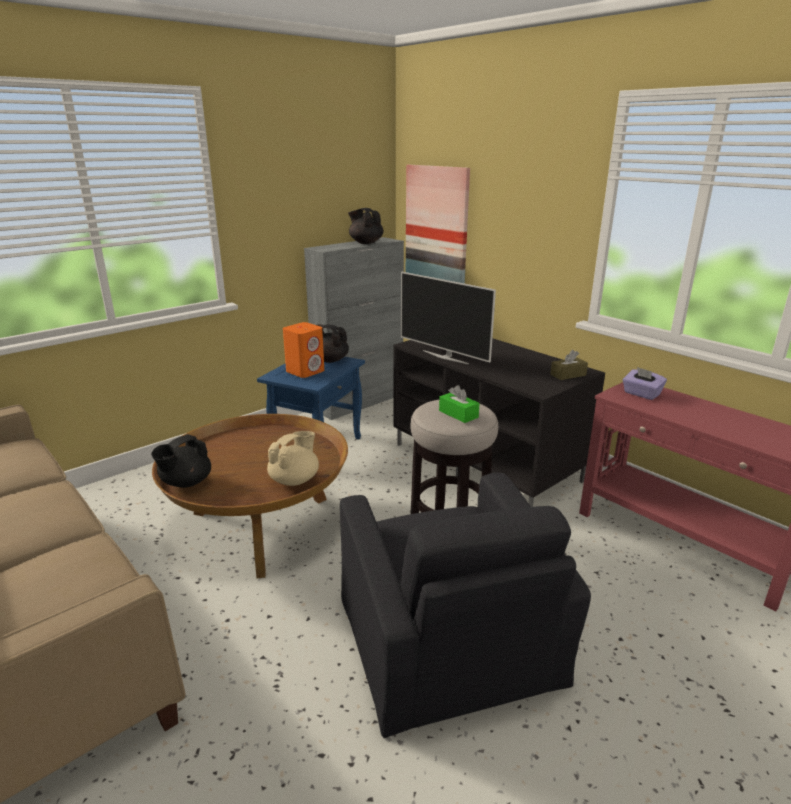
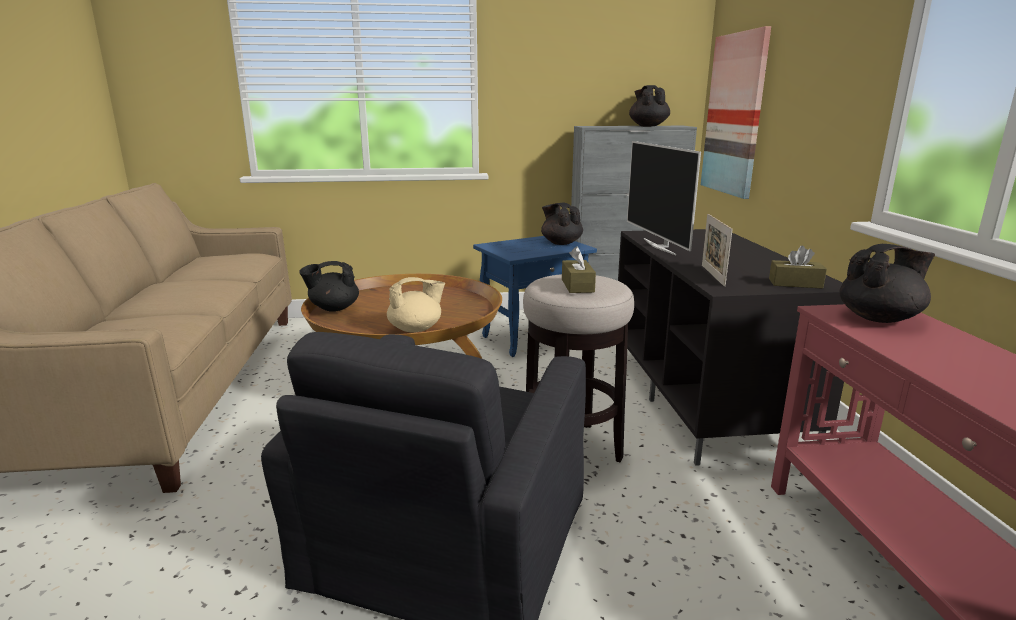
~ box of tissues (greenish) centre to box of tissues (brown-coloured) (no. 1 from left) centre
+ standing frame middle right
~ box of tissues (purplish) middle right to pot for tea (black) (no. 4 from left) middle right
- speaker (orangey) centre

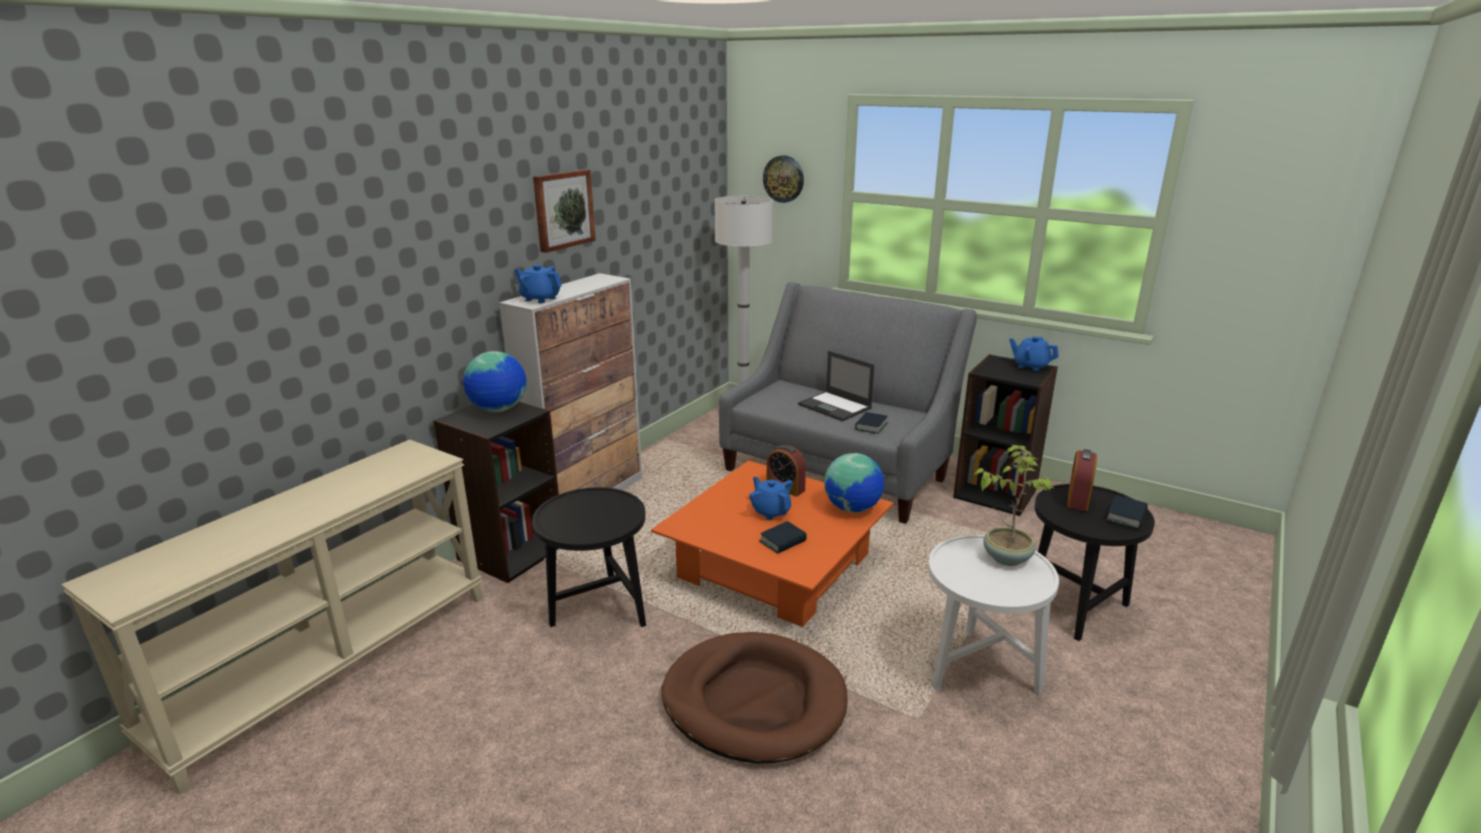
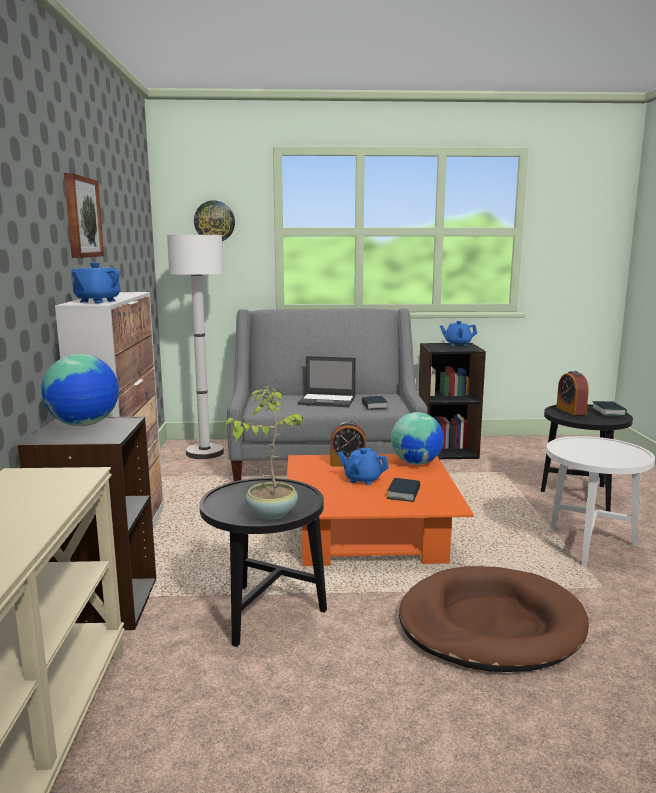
~ pot for tea (bluish) (no. 1 from left) centre = middle left 60 degrees counterclockwise
~ plant in a pot middle right to centre

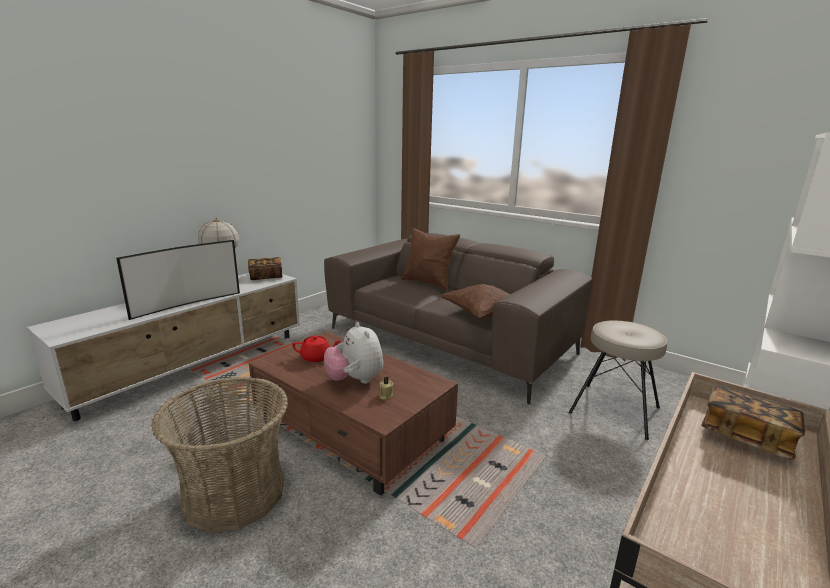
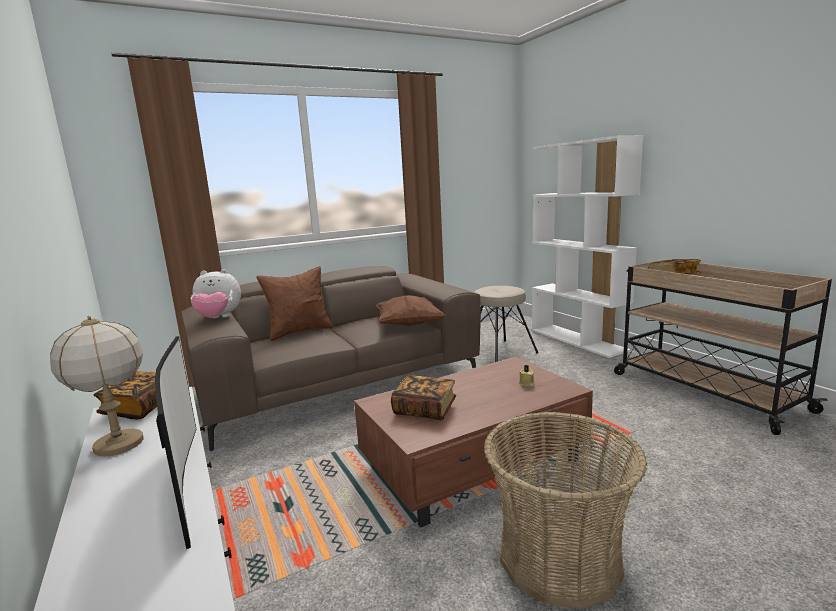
~ plush toy centre to middle left
~ pot for tea (reddish) centre to book (no. 2 from left) centre

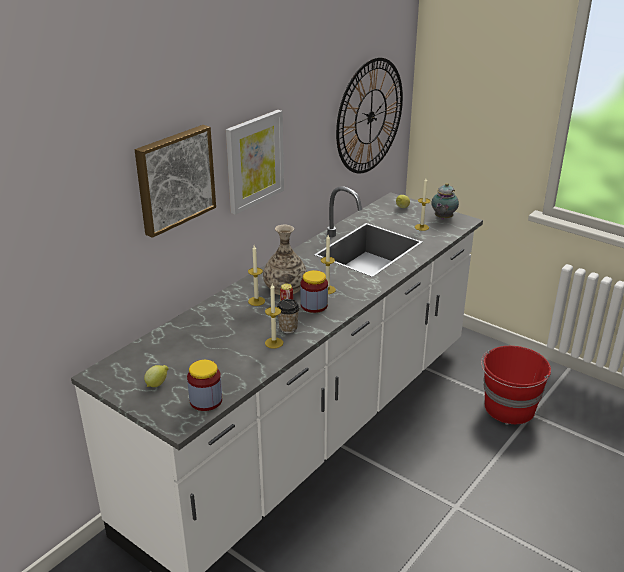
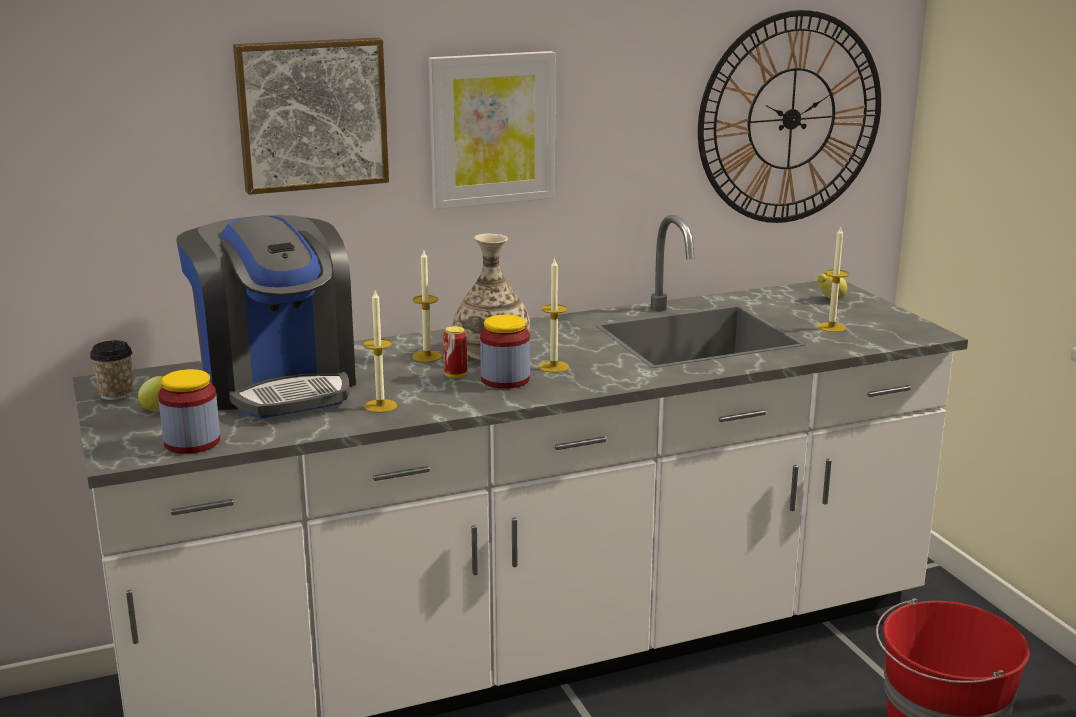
~ drinking cup centre to middle left
+ coffee brewer middle left
- pot for tea middle right

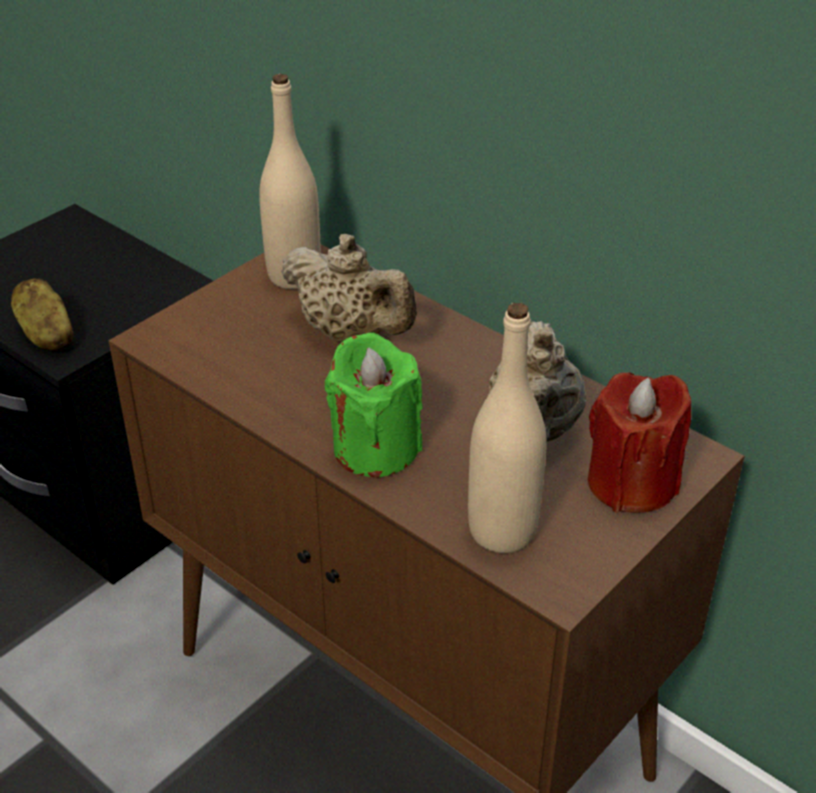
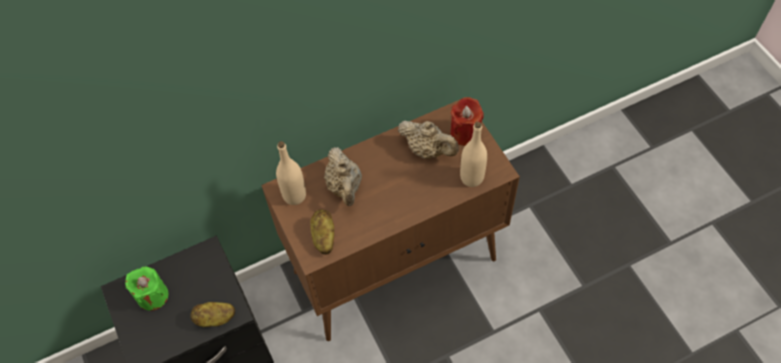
~ candle (greenish) centre to bottom left
+ whole potato (no. 2 from left) centre
~ pot for tea (beige-coloured) (no. 1 from left) centre = centre 105 degrees clockwise

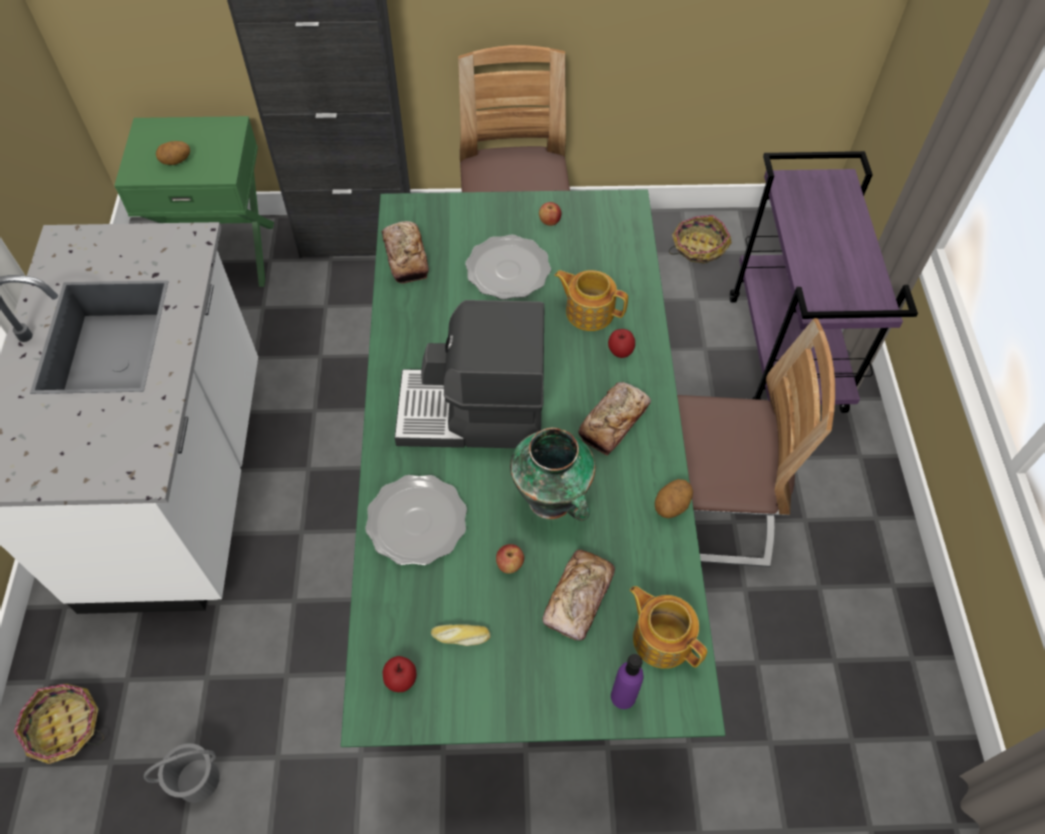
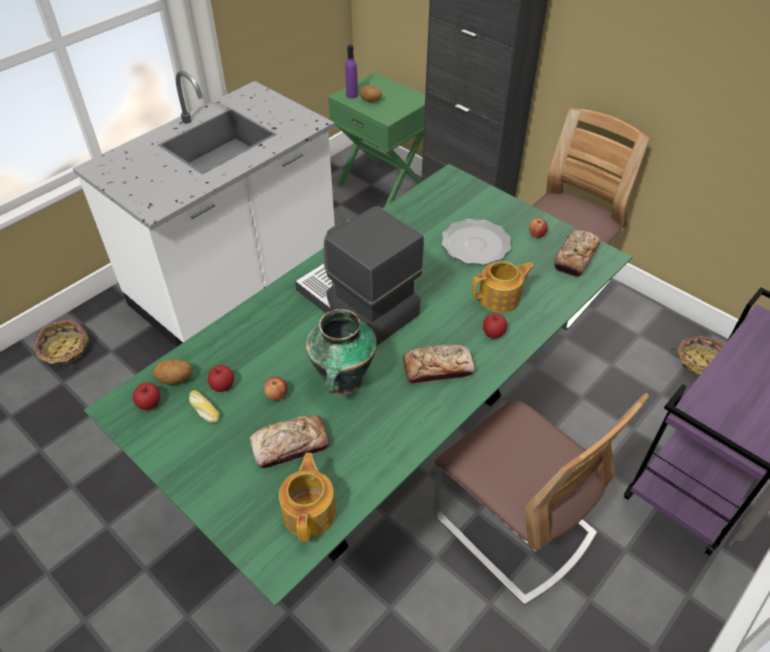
~ whole potato (no. 2 from left in the first image) centre to whole potato (no. 1 from left) middle left
+ apple (no. 2 from left) middle left
~ bottle (purplish) bottom centre to top centre
~ pot for tea (no. 1 from left in the first image) centre = centre 90 degrees clockwise
~ bakery bread (no. 1 from left in the first image) top centre to bakery bread (no. 4 from left) middle right
- water bucket (greyish) bottom left
- flat dish (no. 1 from left) centre

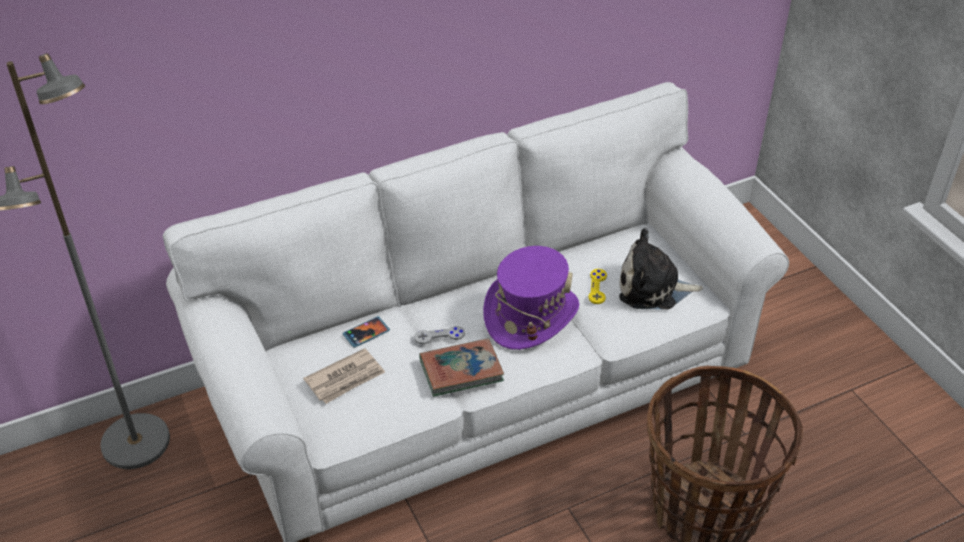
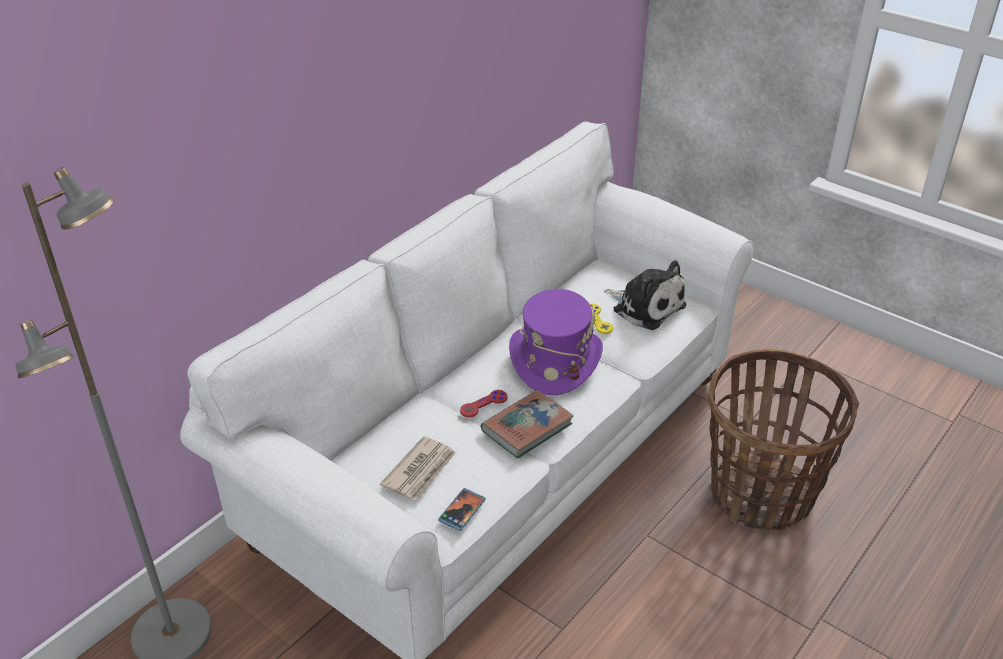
~ handset centre to bottom centre
~ gamepad (greyish) centre to gamepad (reddish) centre
~ plush toy middle right = centre 120 degrees counterclockwise

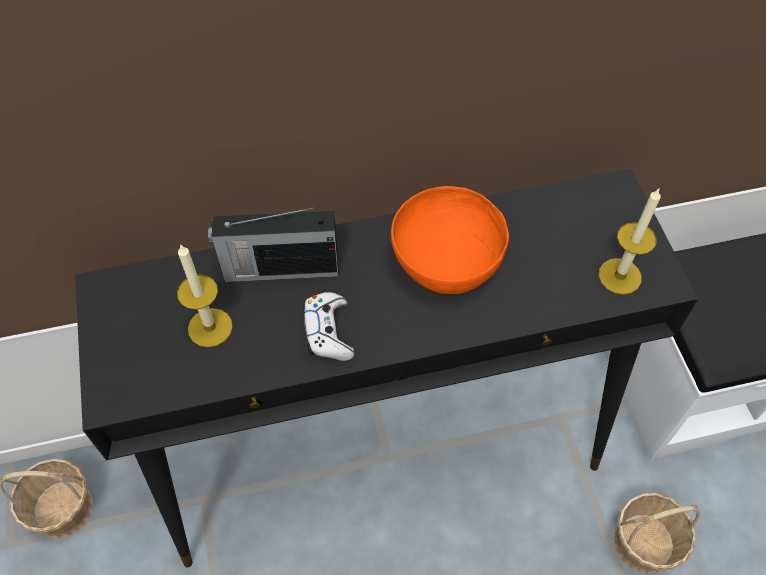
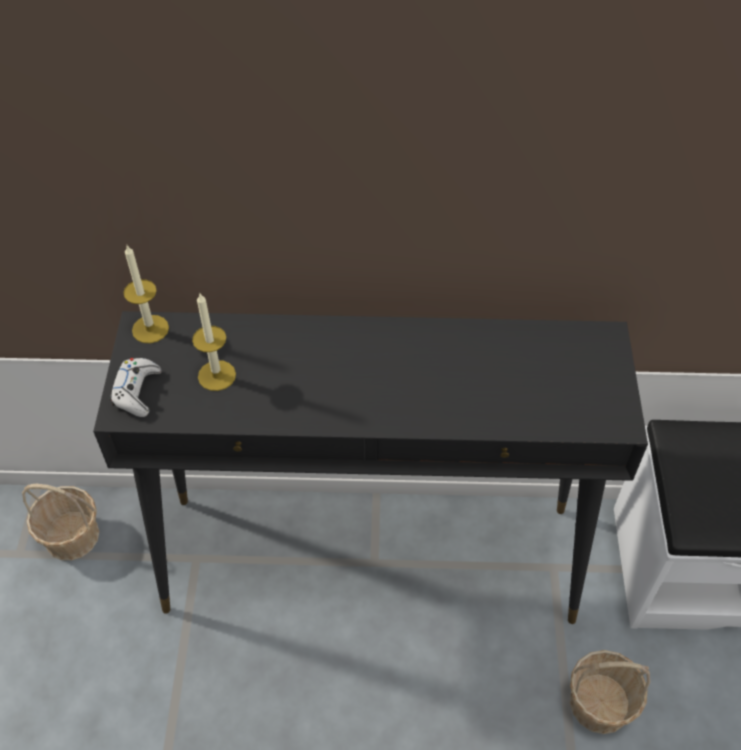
~ gamepad (white) centre to middle left
~ candle (no. 2 from left in the first image) middle right to candle (no. 1 from left) middle left
- radio receiver centre
- bowl (orangey) centre

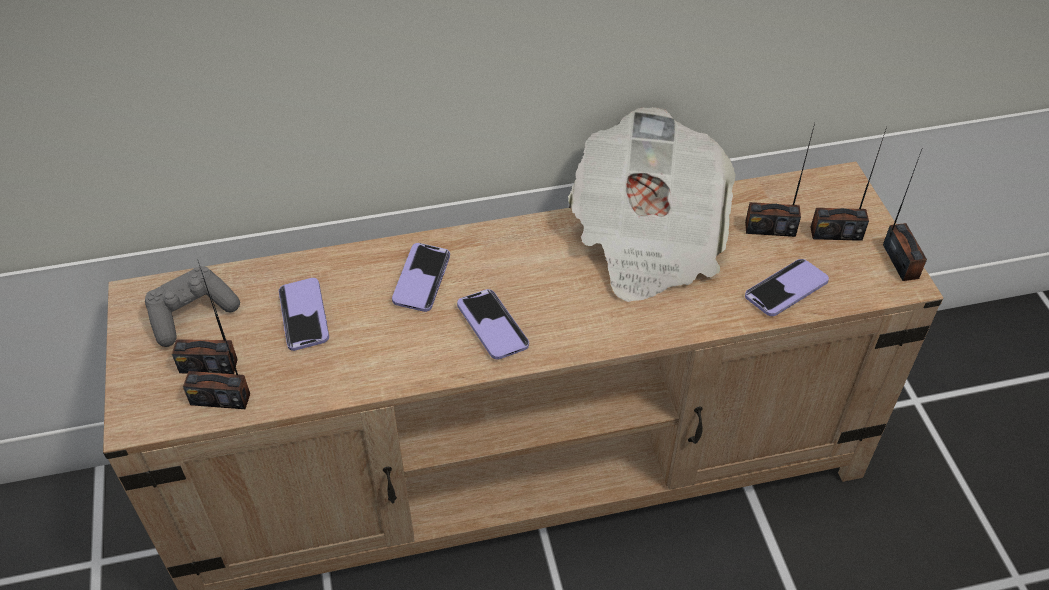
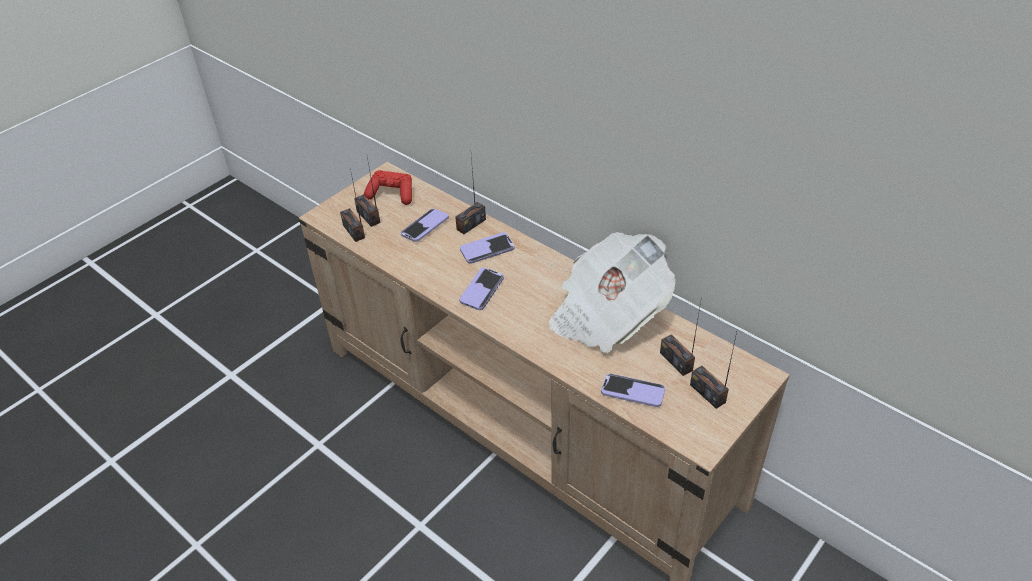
~ gamepad (greyish) middle left to gamepad (reddish) top centre
~ radio receiver (no. 5 from left in the first image) middle right to radio receiver (no. 3 from left) centre

